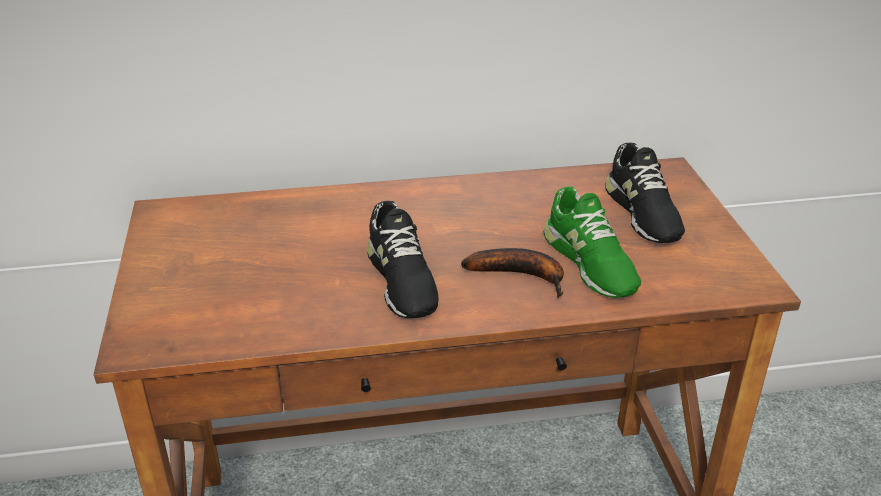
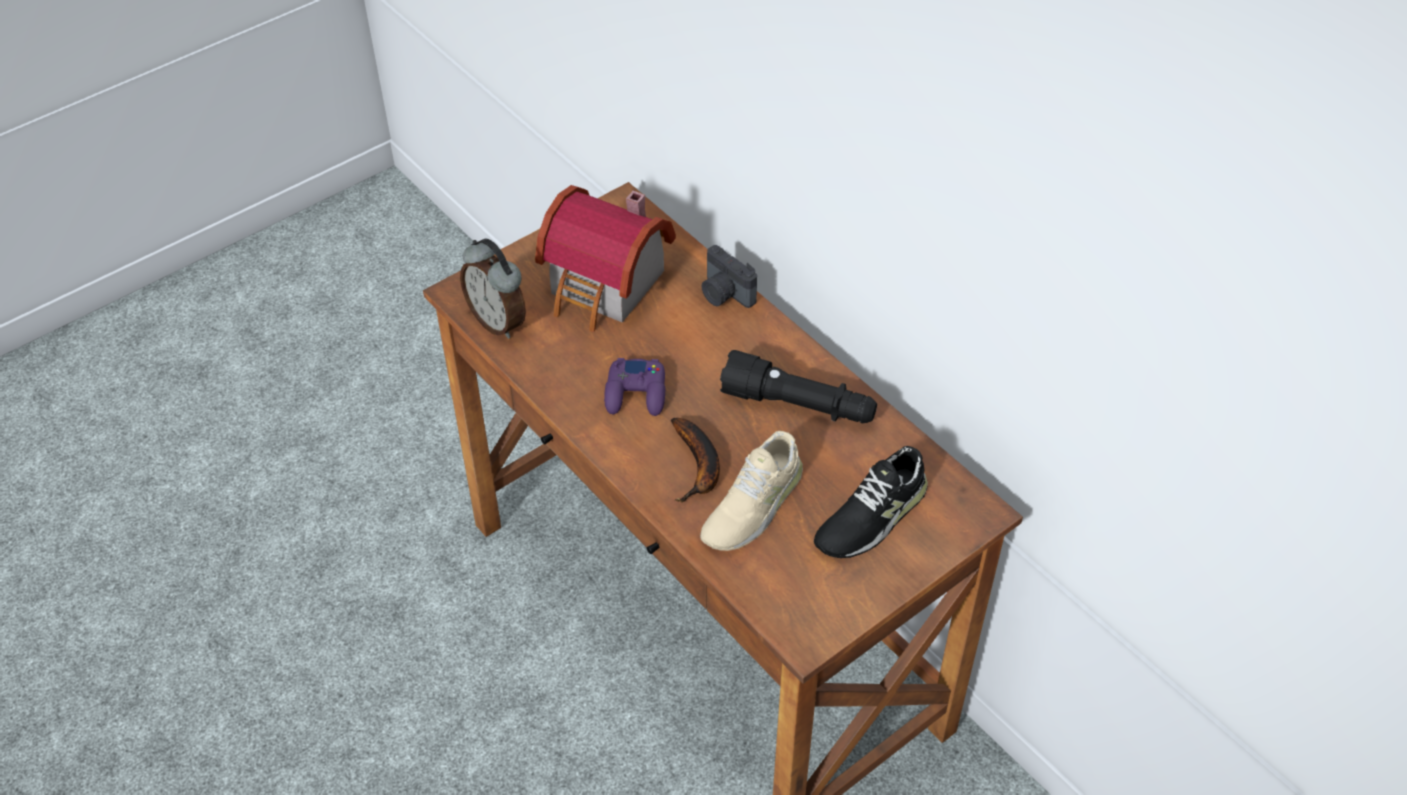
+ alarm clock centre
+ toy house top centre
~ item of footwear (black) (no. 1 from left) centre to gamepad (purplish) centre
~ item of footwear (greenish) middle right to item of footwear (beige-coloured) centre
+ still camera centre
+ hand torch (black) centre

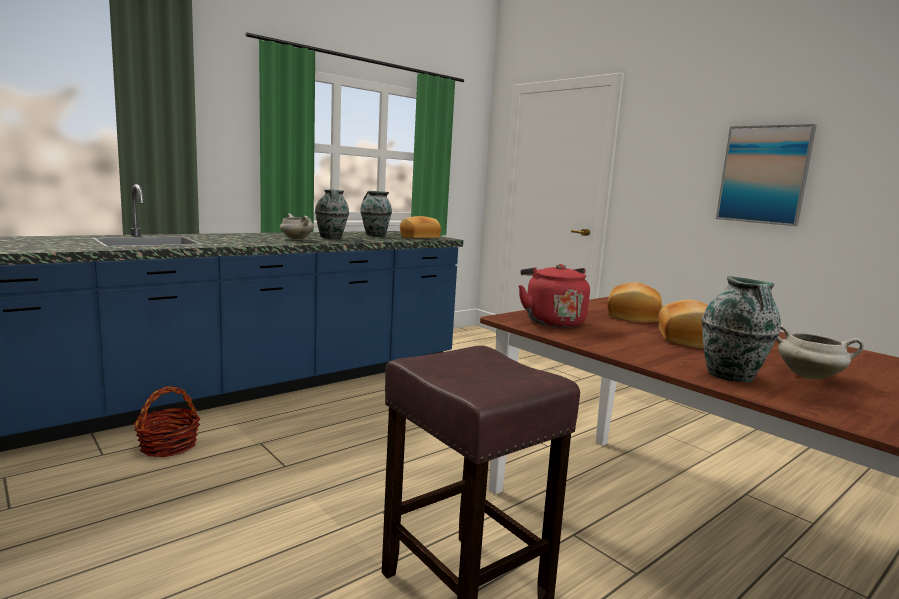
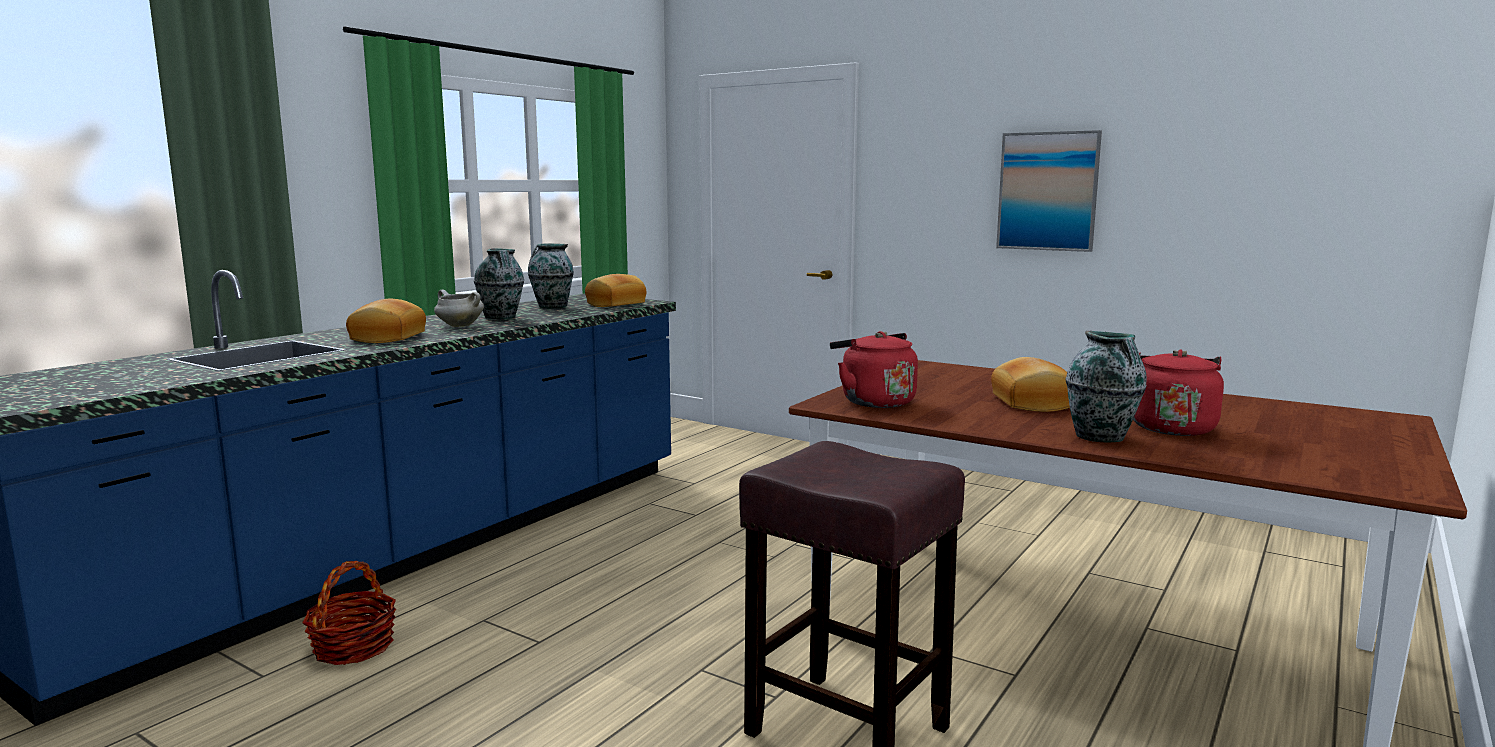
~ bakery bread (no. 2 from left in the first image) middle right to bakery bread (no. 1 from left) middle left
~ stockpot (white) (no. 2 from left) middle right to water kettle (reddish) (no. 2 from left) middle right

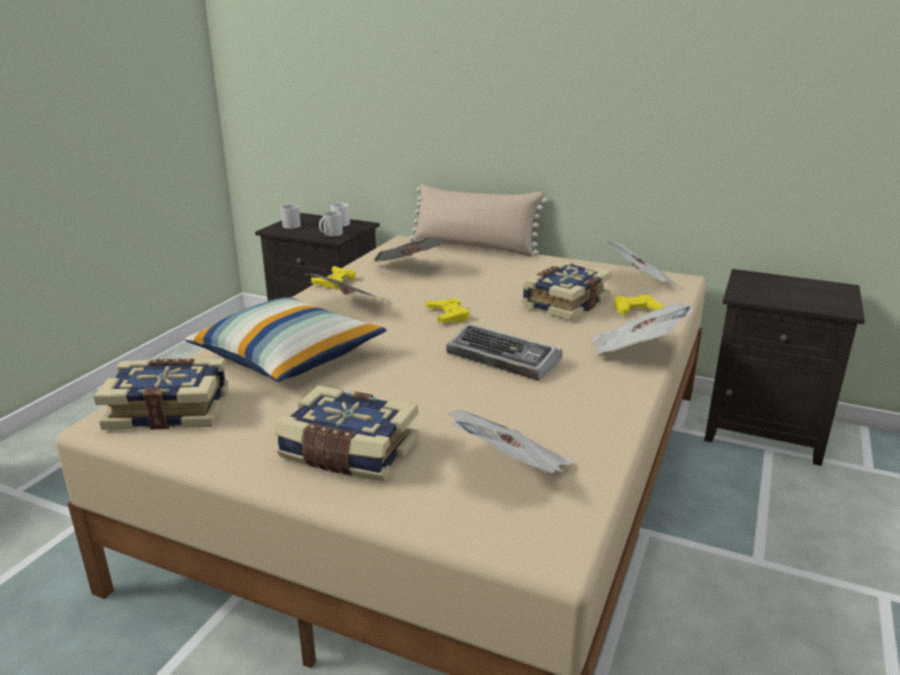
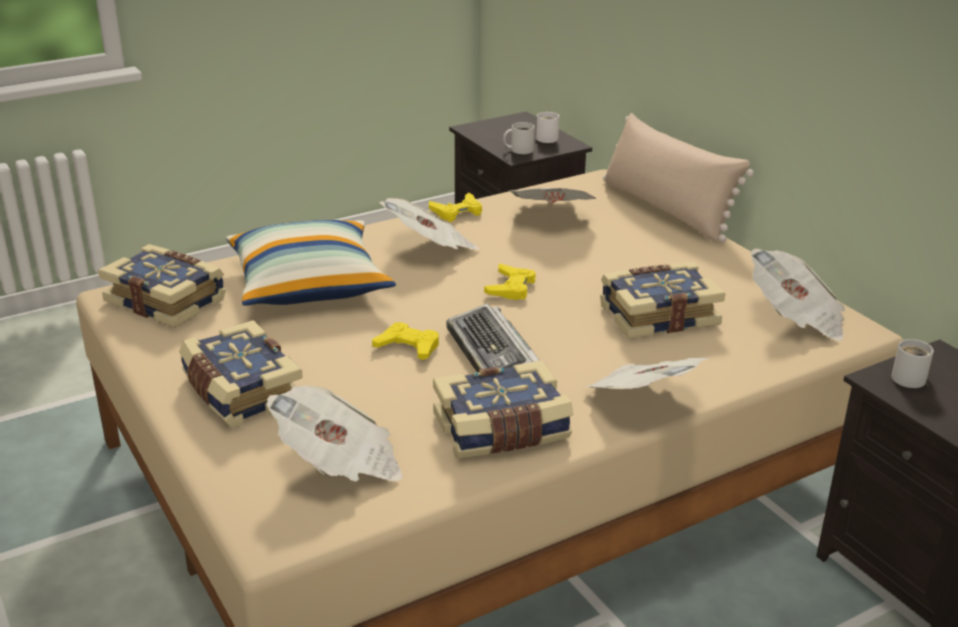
~ gamepad (yellow) (no. 3 from left in the first image) middle right to gamepad (yellow) (no. 1 from left) centre
+ book (no. 3 from left) centre
~ mug (white) (no. 1 from left in the first image) top left to mug (white) (no. 3 from left) middle right

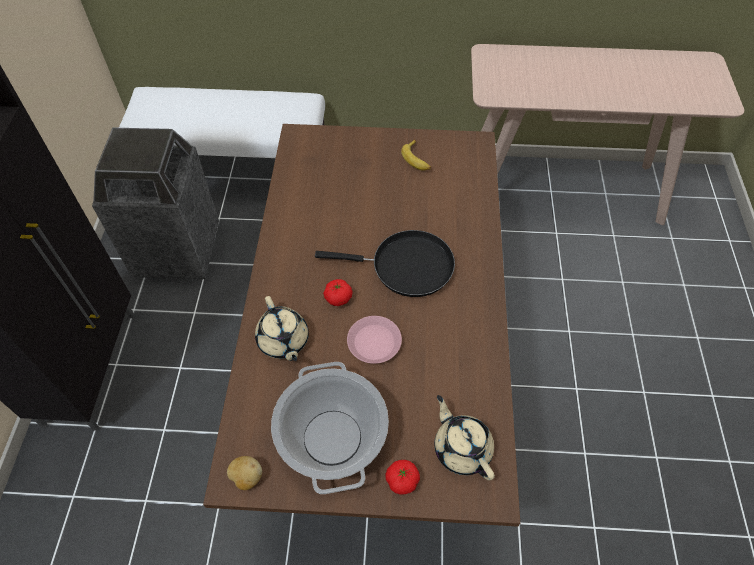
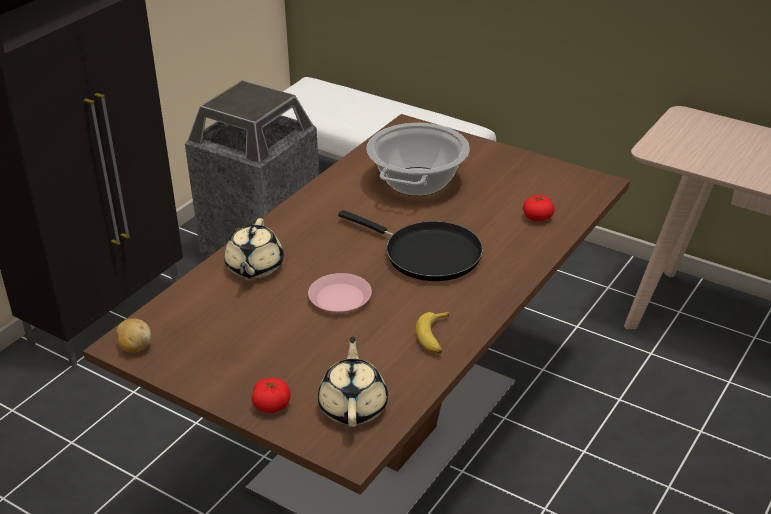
~ stockpot bottom centre to top centre
~ banana top centre to centre
~ fresh tomato (no. 1 from left in the first image) centre to fresh tomato (no. 2 from left) middle right

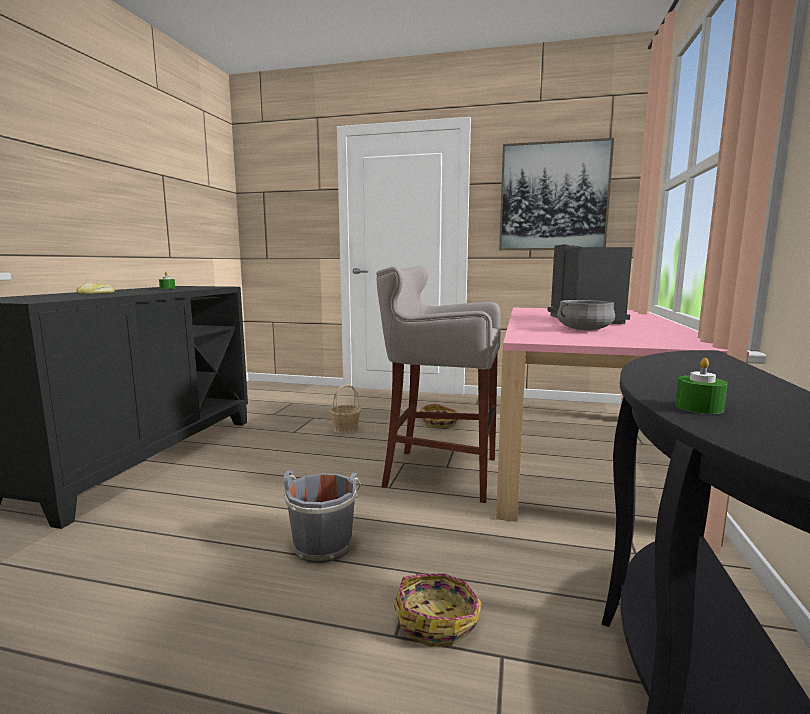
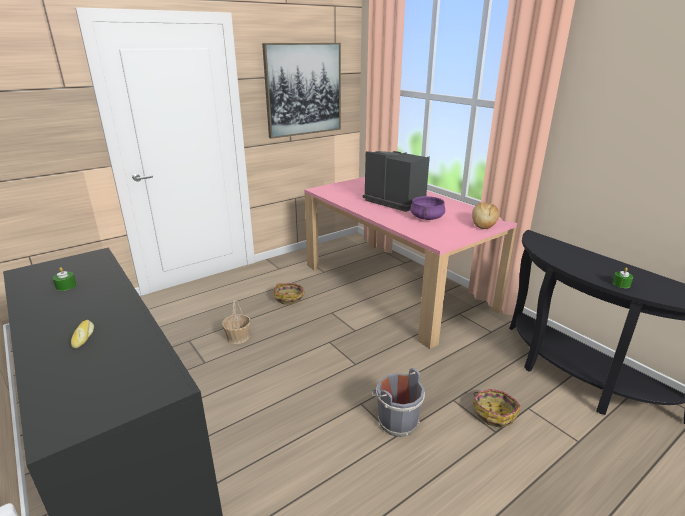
~ stockpot (greyish) middle right to stockpot (purplish) centre
+ bakery bread (no. 2 from left) middle right
- stool (greyish) centre

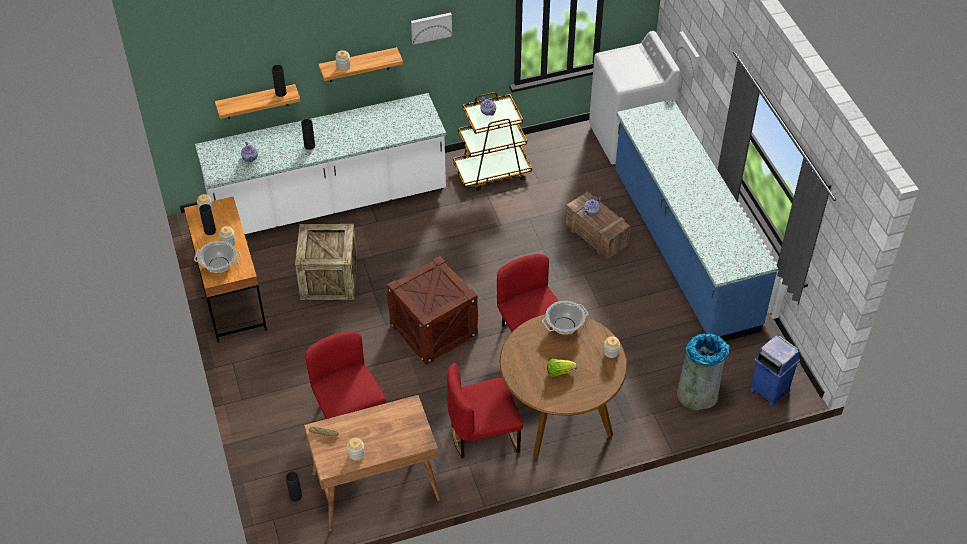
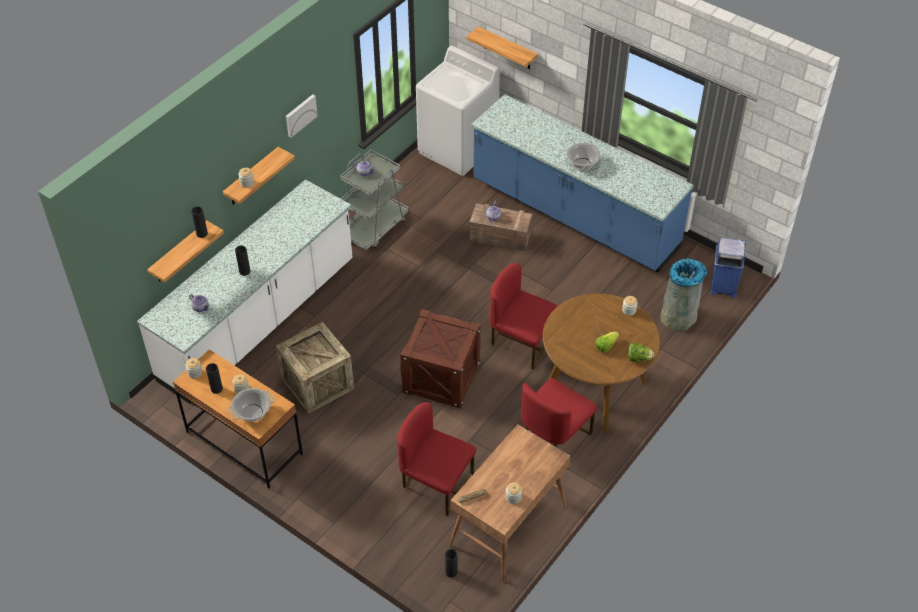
~ trolley (brown-coloured) top centre to trolley (greyish) top centre
~ wall picture (no. 2 from left) top right to wall shelf (no. 3 from left) top centre
~ stockpot (no. 2 from left) centre to top centre
+ head of lettuce (no. 2 from left) middle right

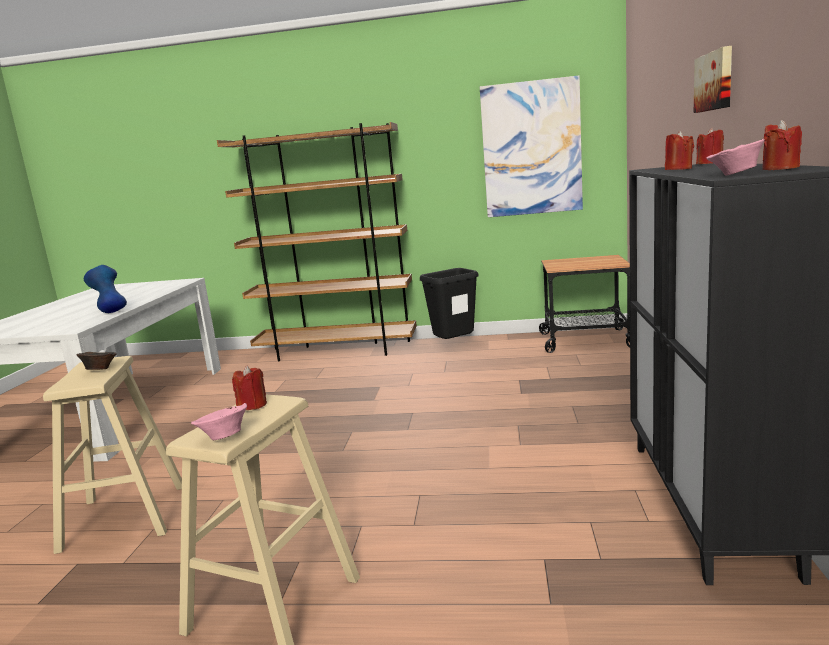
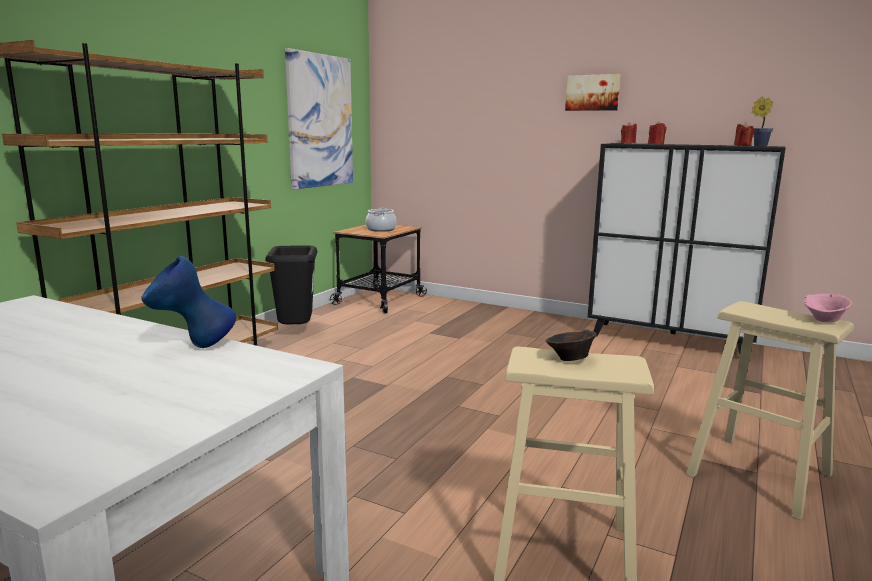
+ stockpot centre
~ bowl (pink-coloured) (no. 2 from left) top right to plant in a pot top right
- candle (reddish) (no. 1 from left) middle left

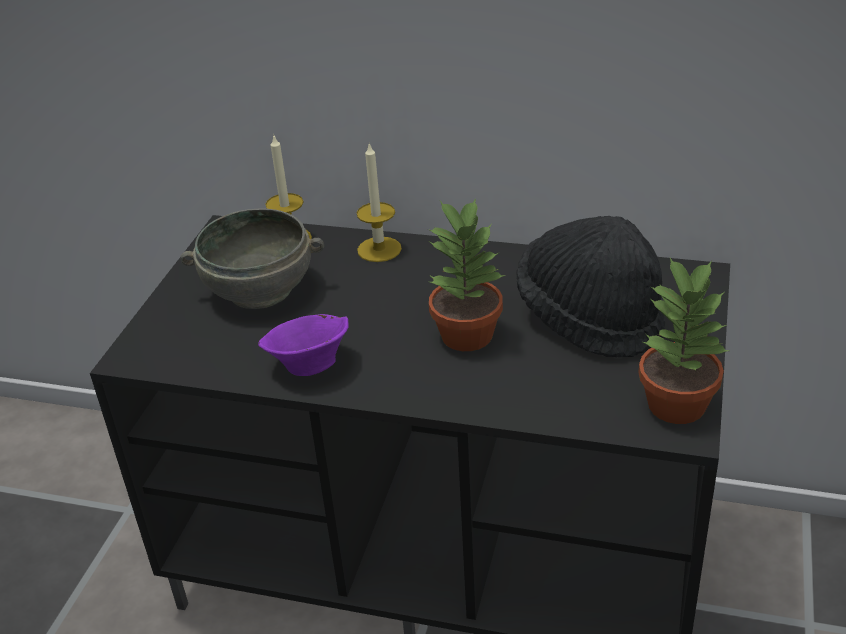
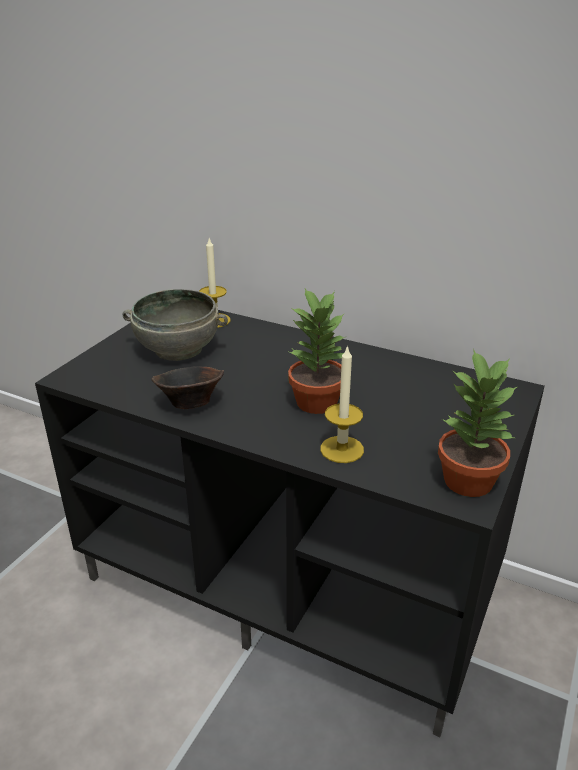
~ bowl (purplish) centre to bowl (brown-coloured) middle left
~ candle (no. 2 from left) top centre to centre
- hat (black) middle right

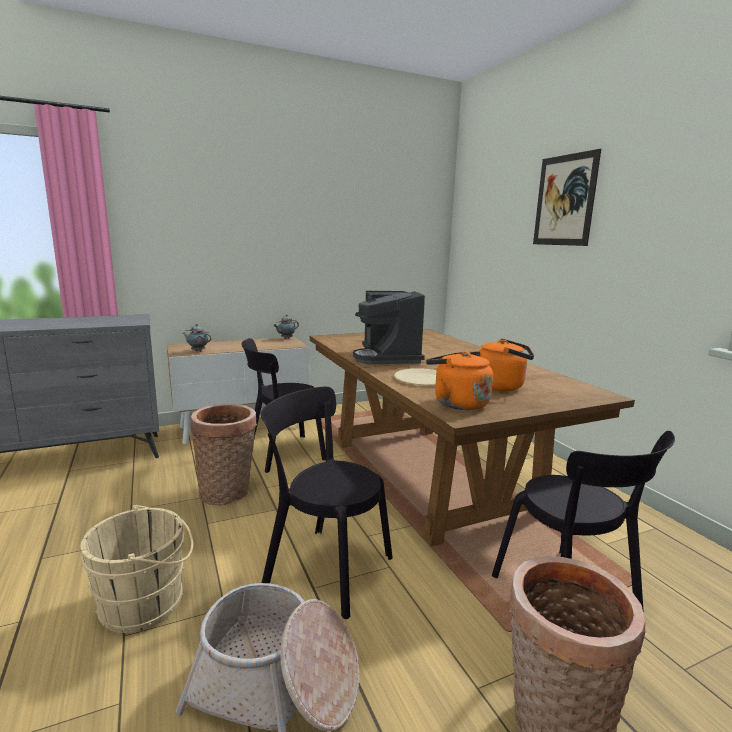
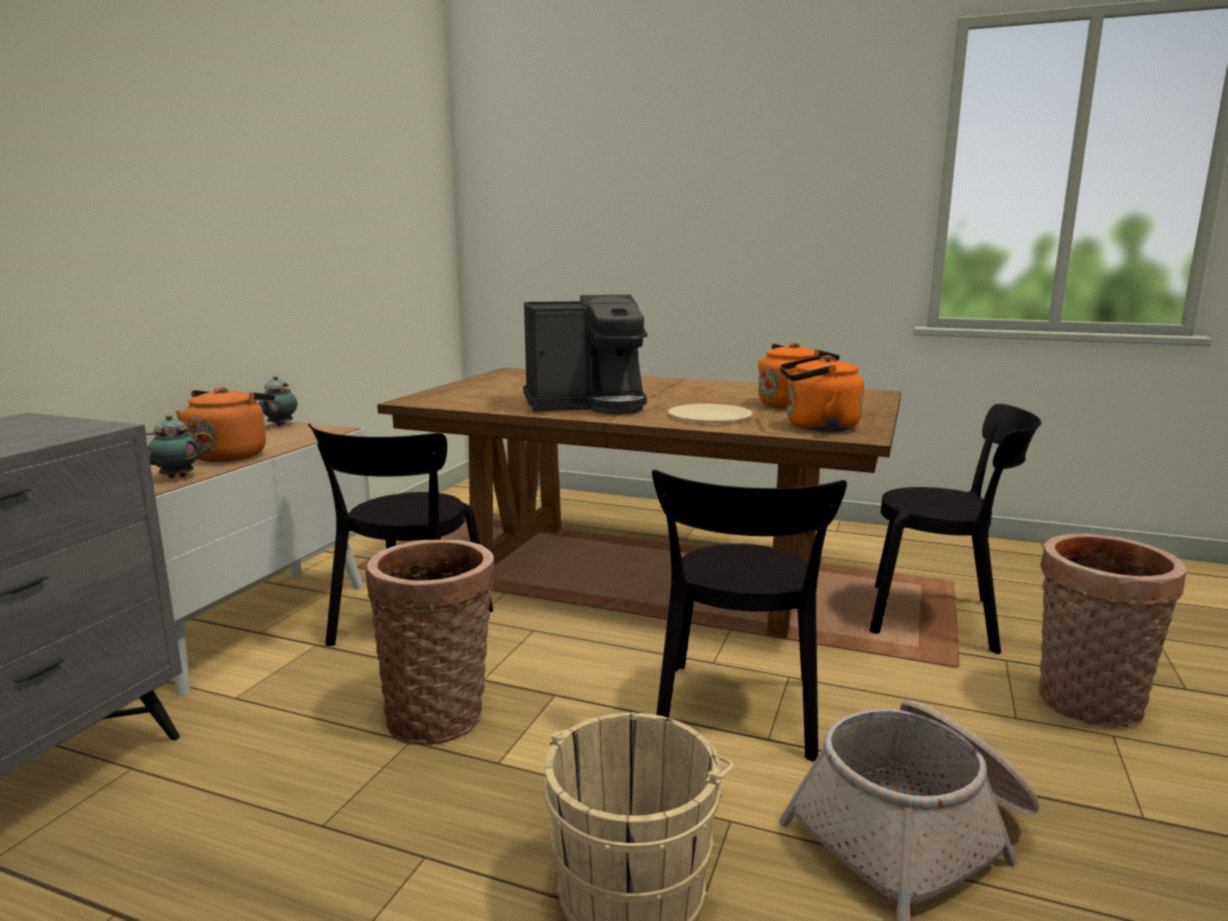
+ water kettle (orangey) (no. 1 from left) middle left
~ coffee brewer centre = centre 45 degrees counterclockwise
~ upright chair (black) (no. 2 from left) bottom centre = bottom centre 60 degrees counterclockwise
- wall picture top right

